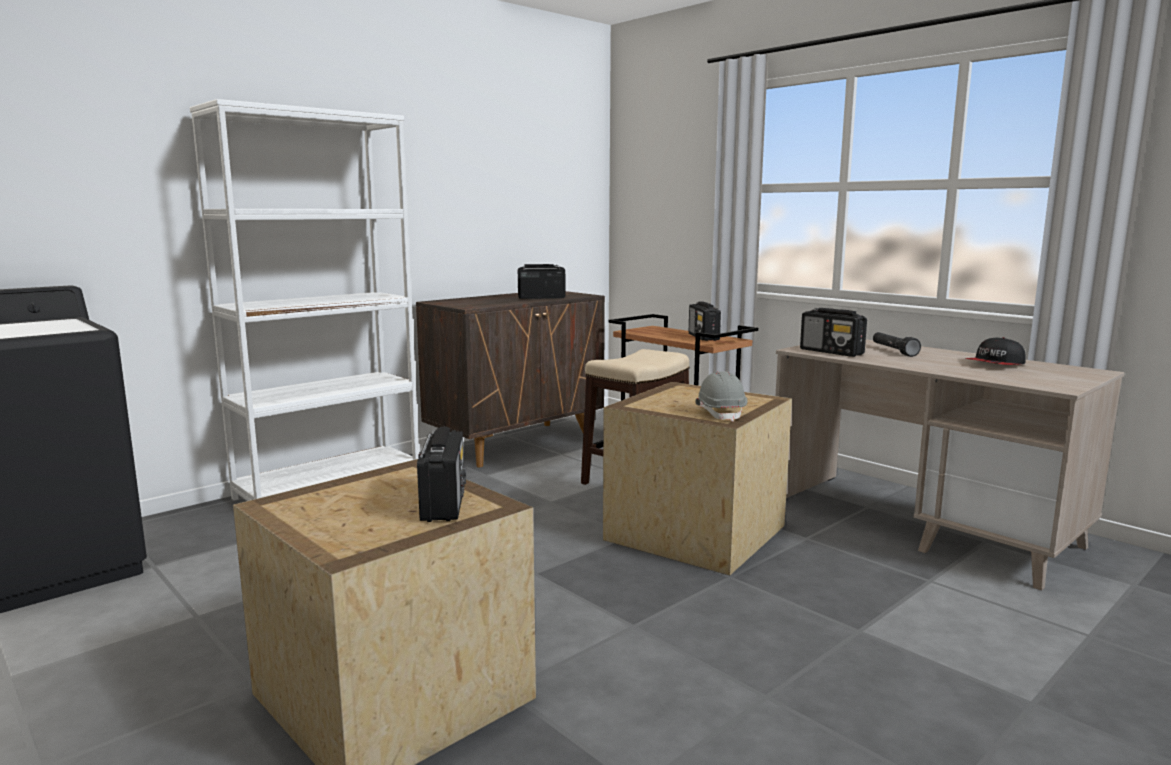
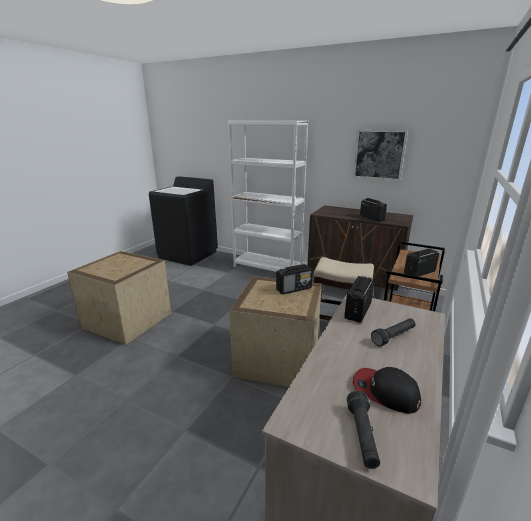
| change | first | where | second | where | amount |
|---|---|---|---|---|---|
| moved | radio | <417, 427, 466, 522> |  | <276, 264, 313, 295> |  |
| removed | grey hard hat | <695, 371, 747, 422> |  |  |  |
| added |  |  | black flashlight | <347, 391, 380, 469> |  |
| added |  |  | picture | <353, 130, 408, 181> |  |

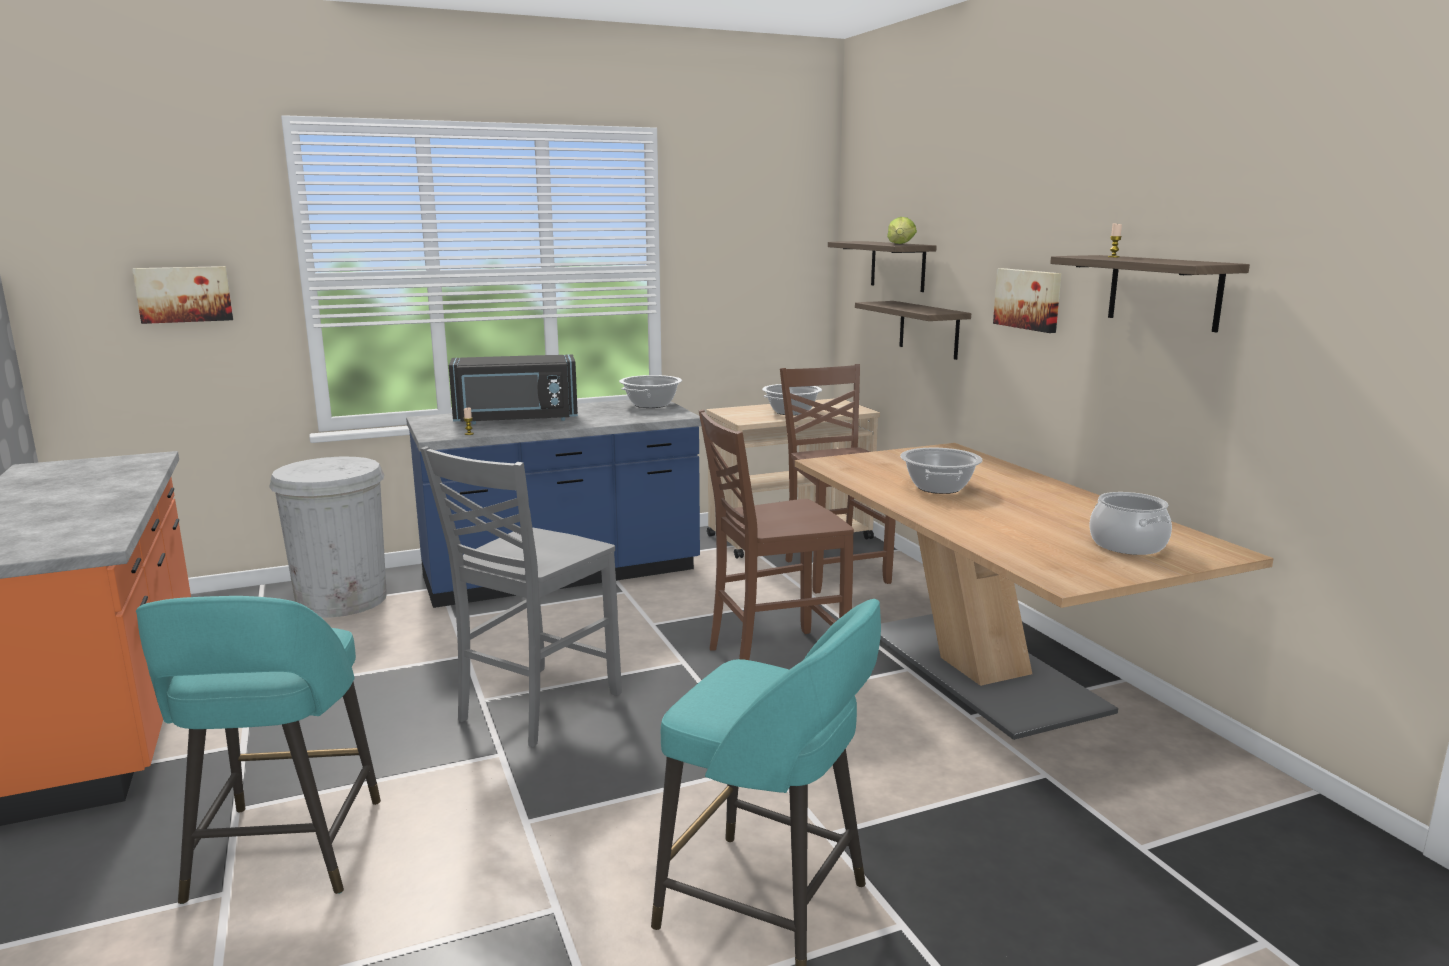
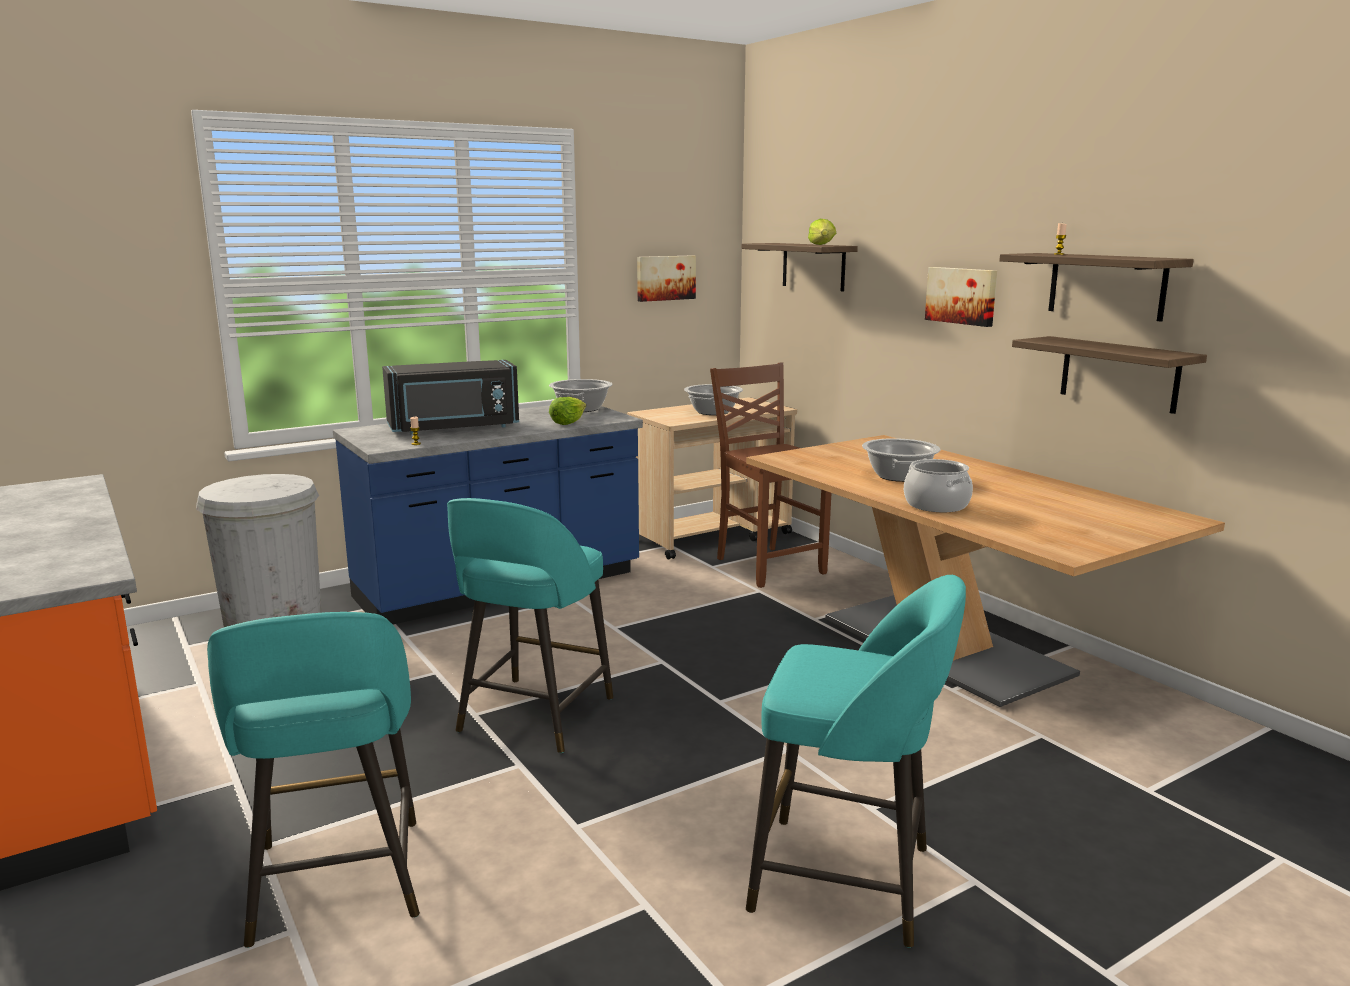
| change | first | where | second | where | amount |
|---|---|---|---|---|---|
| moved | picture | <132, 266, 233, 324> |  | <637, 255, 696, 302> |  |
| replaced | grey chair | <420, 446, 622, 747> | turquoise stool | <447, 498, 613, 753> |  |
| removed | brown chair | <699, 410, 854, 660> |  |  |  |
| moved | shelf | <855, 301, 971, 360> |  | <1012, 336, 1207, 414> |  |
| moved | cooking pot | <1089, 492, 1172, 555> |  | <904, 459, 973, 512> |  |
| added |  |  | lettuce | <549, 397, 586, 425> |  |

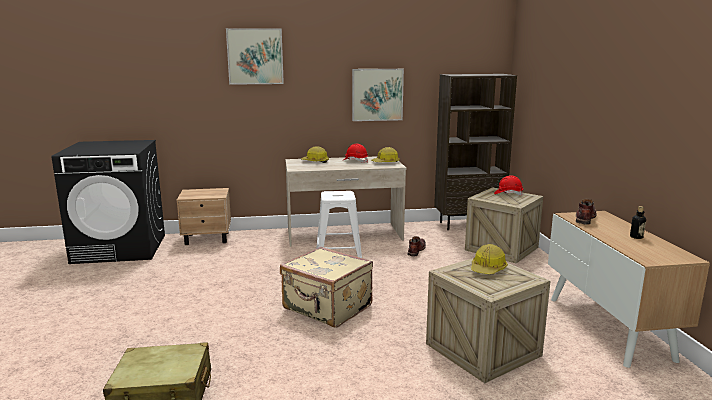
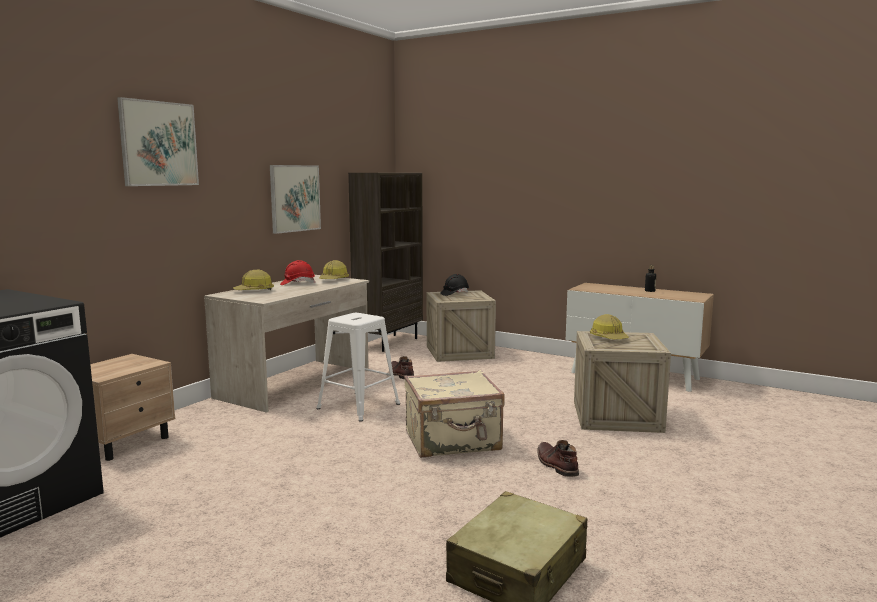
| change | first | where | second | where | amount |
|---|---|---|---|---|---|
| recoloured | red hard hat | <494, 175, 523, 195> | black hard hat | <440, 274, 469, 296> |  |
| moved | brown boot | <576, 199, 596, 225> |  | <537, 440, 579, 477> |  |

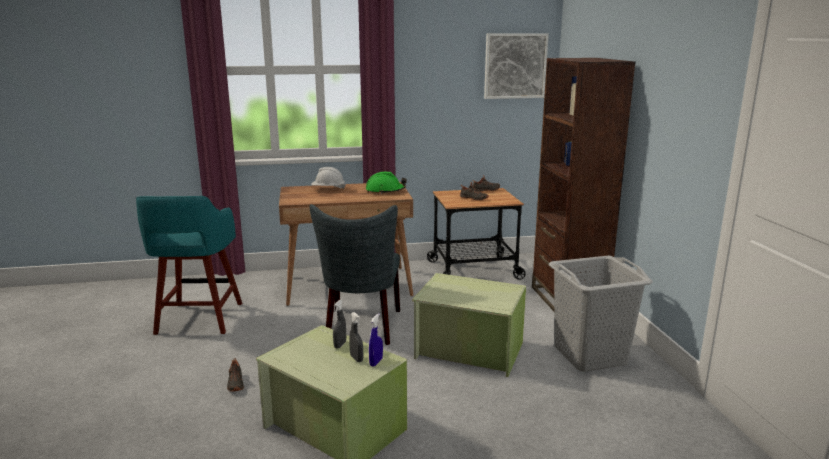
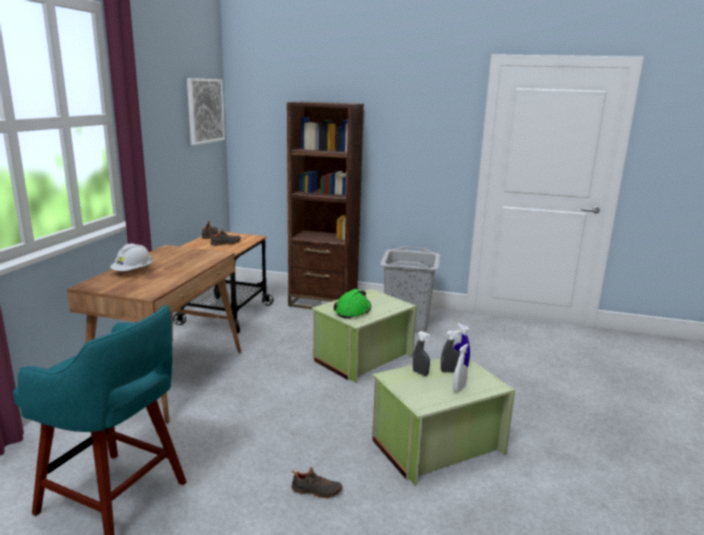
| change | first | where | second | where | amount |
|---|---|---|---|---|---|
| removed | grey chair | <310, 204, 400, 345> |  |  |  |
| moved | green hard hat | <366, 172, 407, 194> |  | <334, 289, 371, 319> |  |
| added |  |  | white spray bottle | <453, 344, 469, 392> |  |

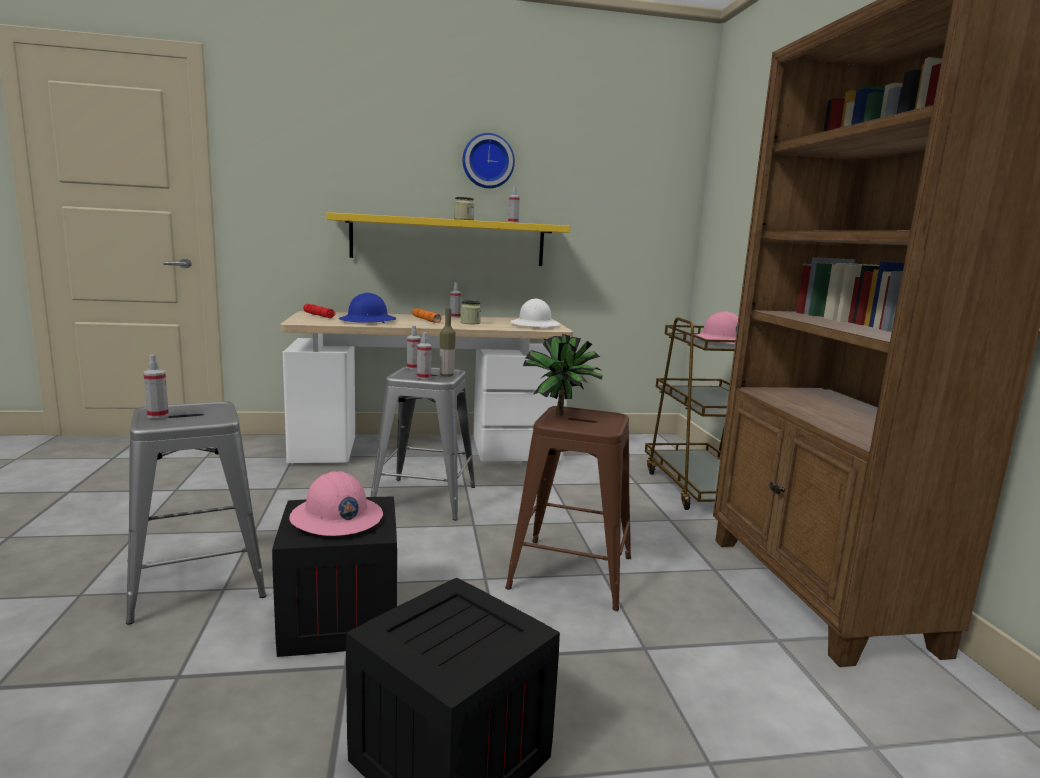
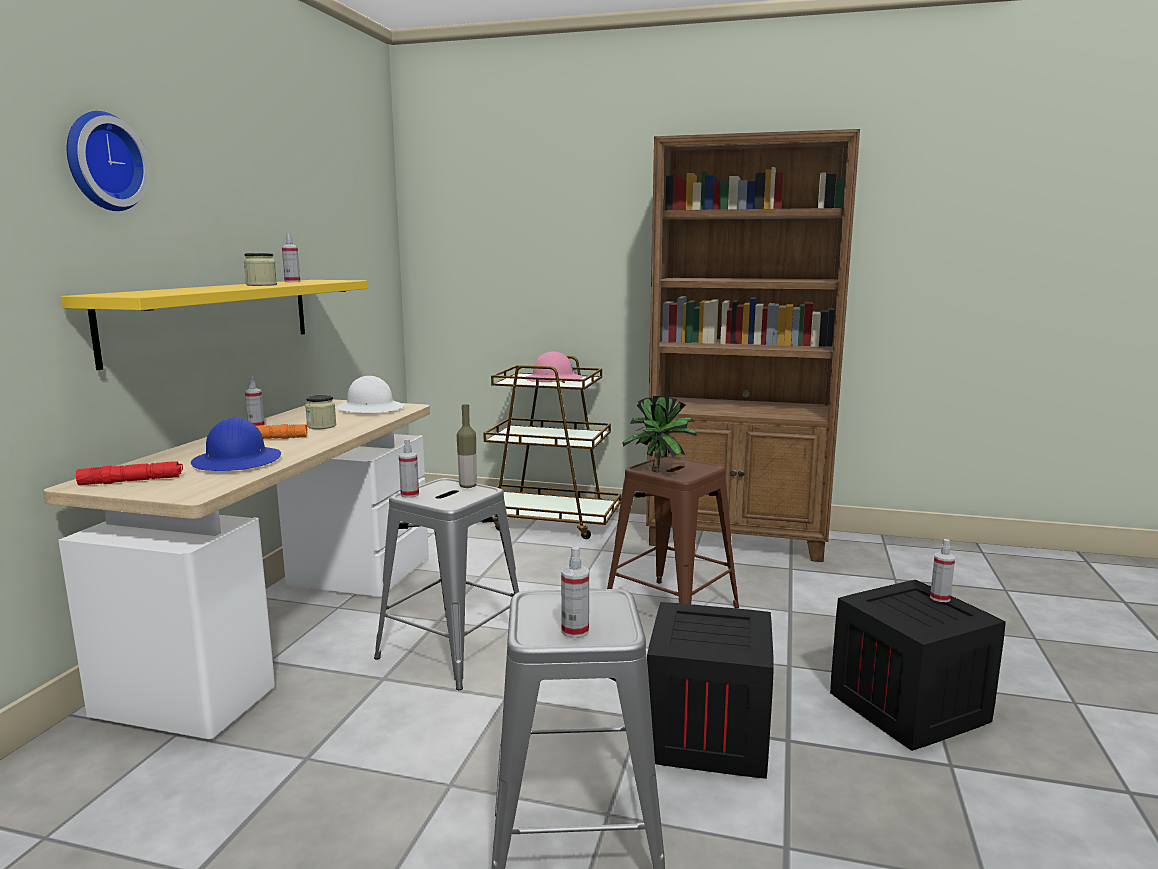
| change | first | where | second | where | amount |
|---|---|---|---|---|---|
| removed | pink hard hat | <289, 471, 383, 536> |  |  |  |
| moved | spray bottle | <417, 332, 432, 379> |  | <930, 539, 955, 602> |  |
| moved | wall clock | <463, 133, 515, 188> |  | <67, 111, 150, 211> |  |

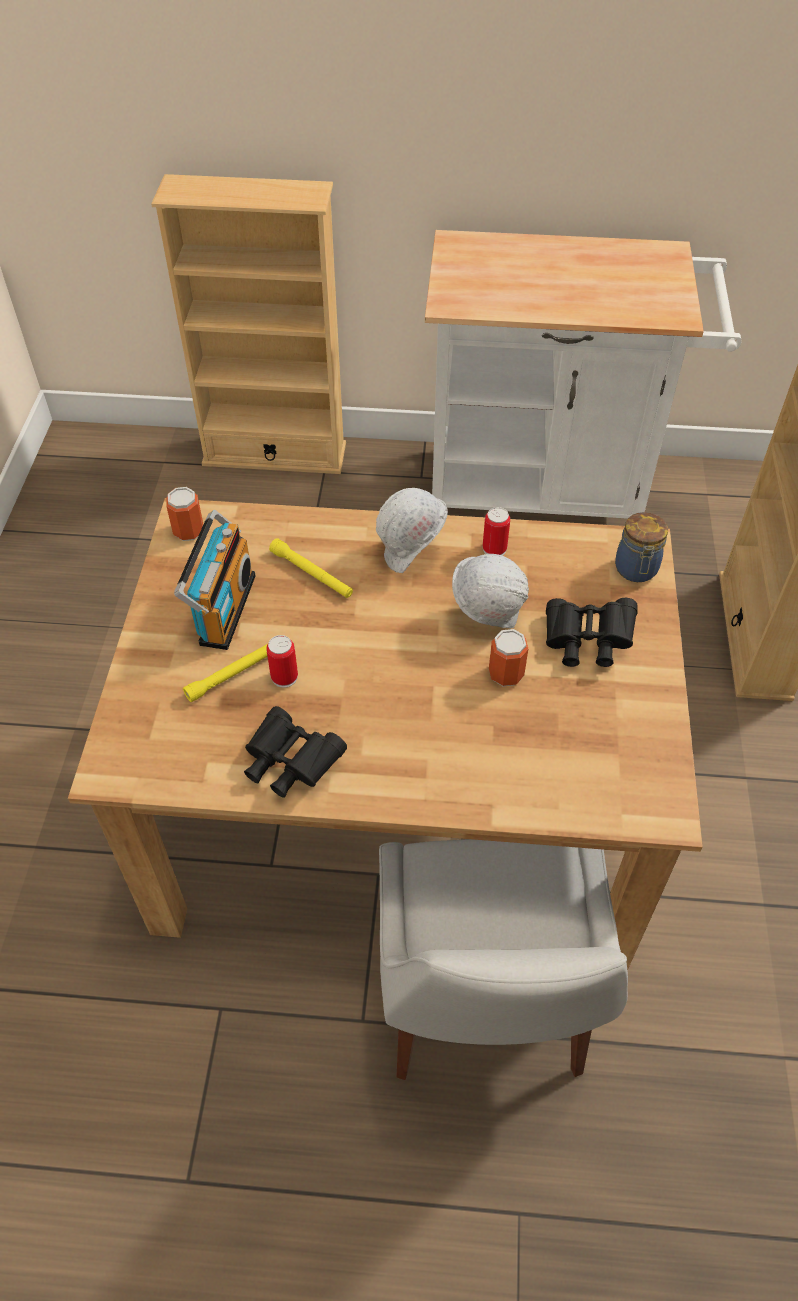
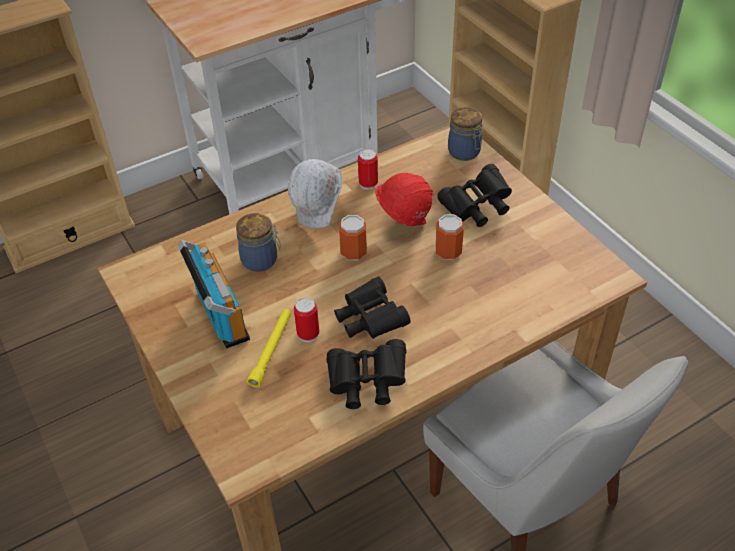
| change | first | where | second | where | amount |
|---|---|---|---|---|---|
| moved | can | <166, 487, 203, 541> |  | <339, 215, 367, 260> |  |
| replaced | yellow flashlight | <269, 538, 353, 598> | jar | <236, 213, 281, 272> |  |
| recoloured | white hard hat | <452, 554, 529, 628> | red hard hat | <375, 173, 433, 226> |  |
| added |  |  | black binoculars | <334, 277, 411, 339> |  |

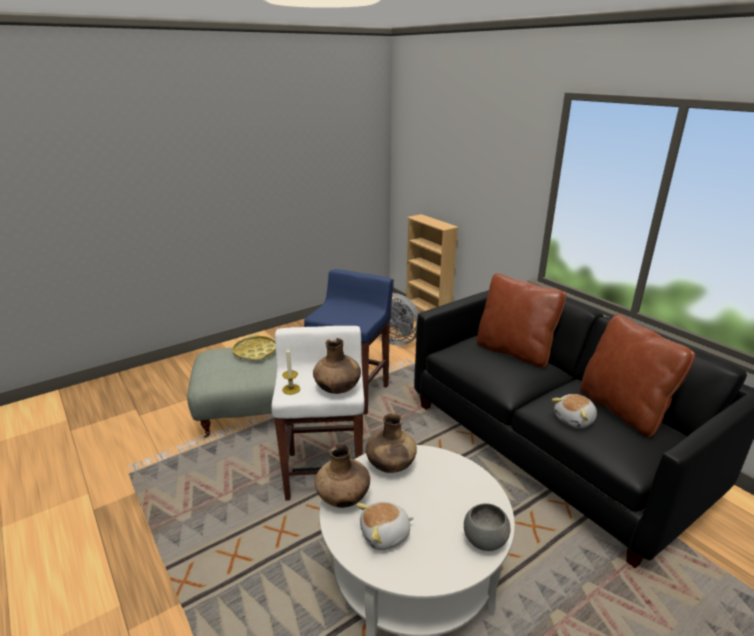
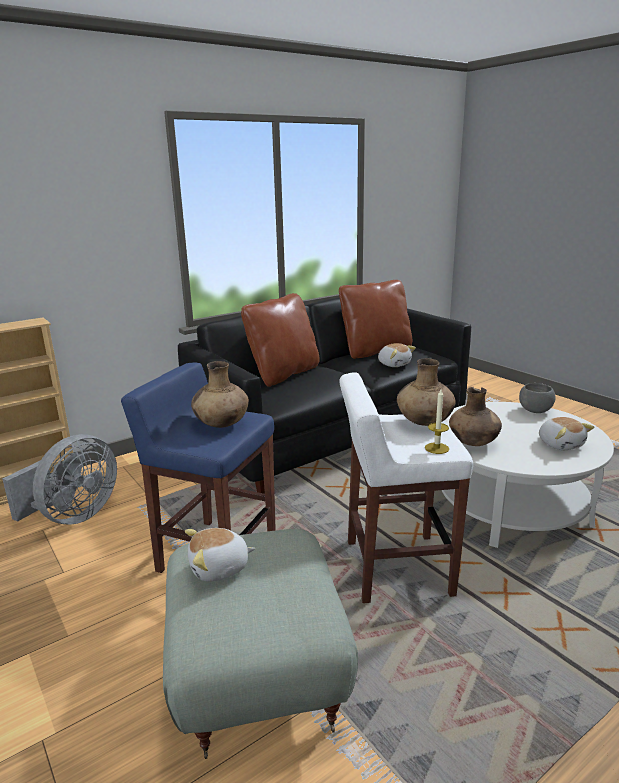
| change | first | where | second | where | amount |
|---|---|---|---|---|---|
| replaced | yellow tray | <232, 334, 276, 360> | plush toy | <185, 528, 256, 581> |  |
| moved | brown vase | <315, 443, 370, 508> |  | <191, 361, 249, 428> |  |

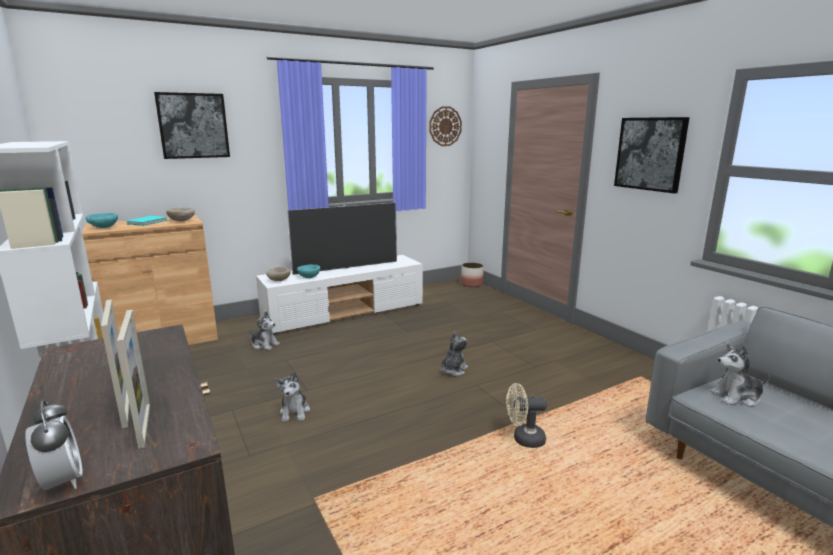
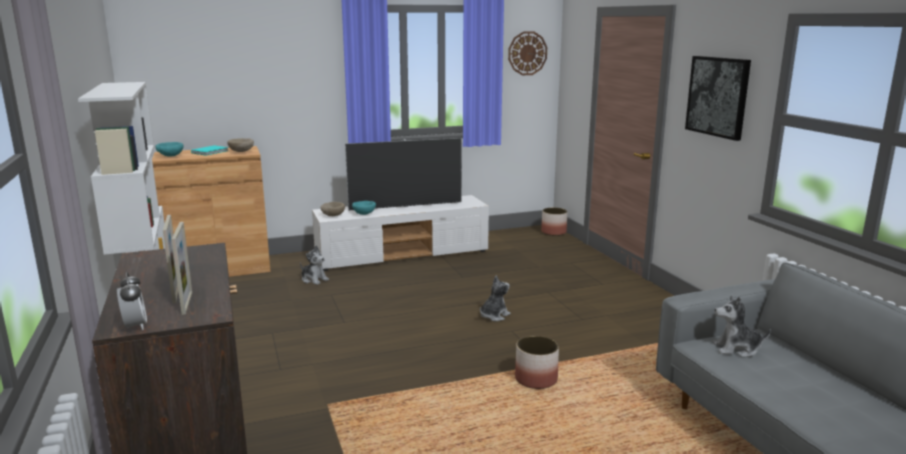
| change | first | where | second | where | amount |
|---|---|---|---|---|---|
| removed | picture | <154, 92, 230, 159> |  |  |  |
| removed | plush toy | <275, 372, 310, 422> |  |  |  |
| replaced | beige fan | <506, 383, 547, 448> | planter | <515, 336, 559, 389> |  |

